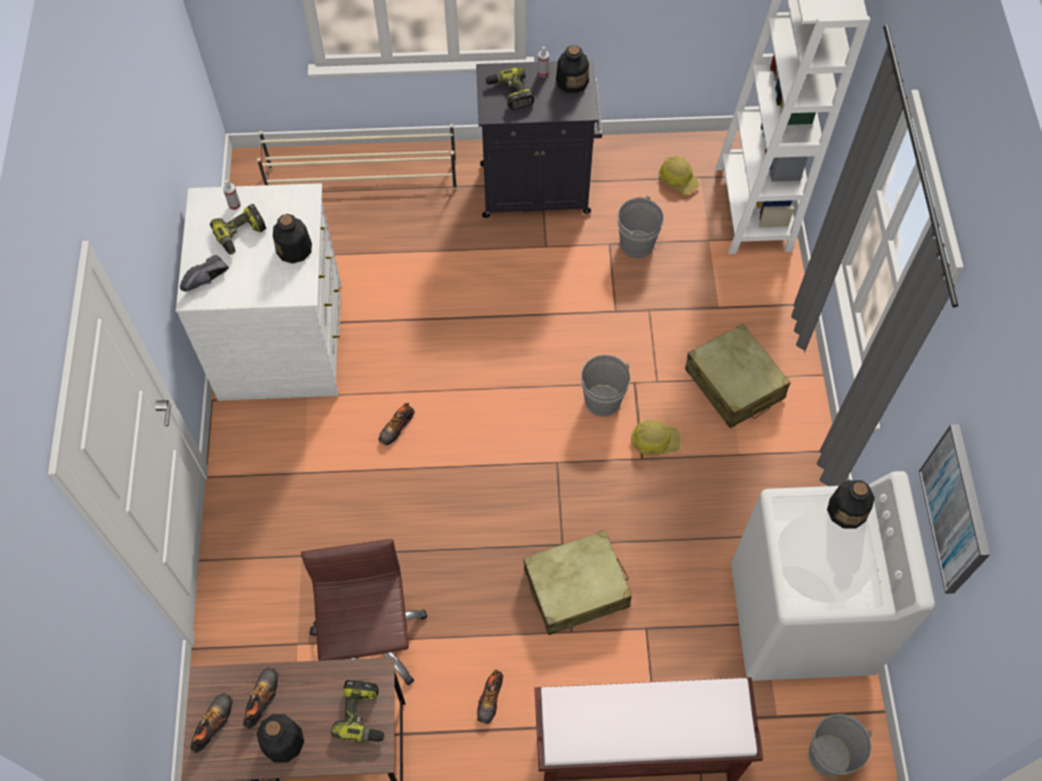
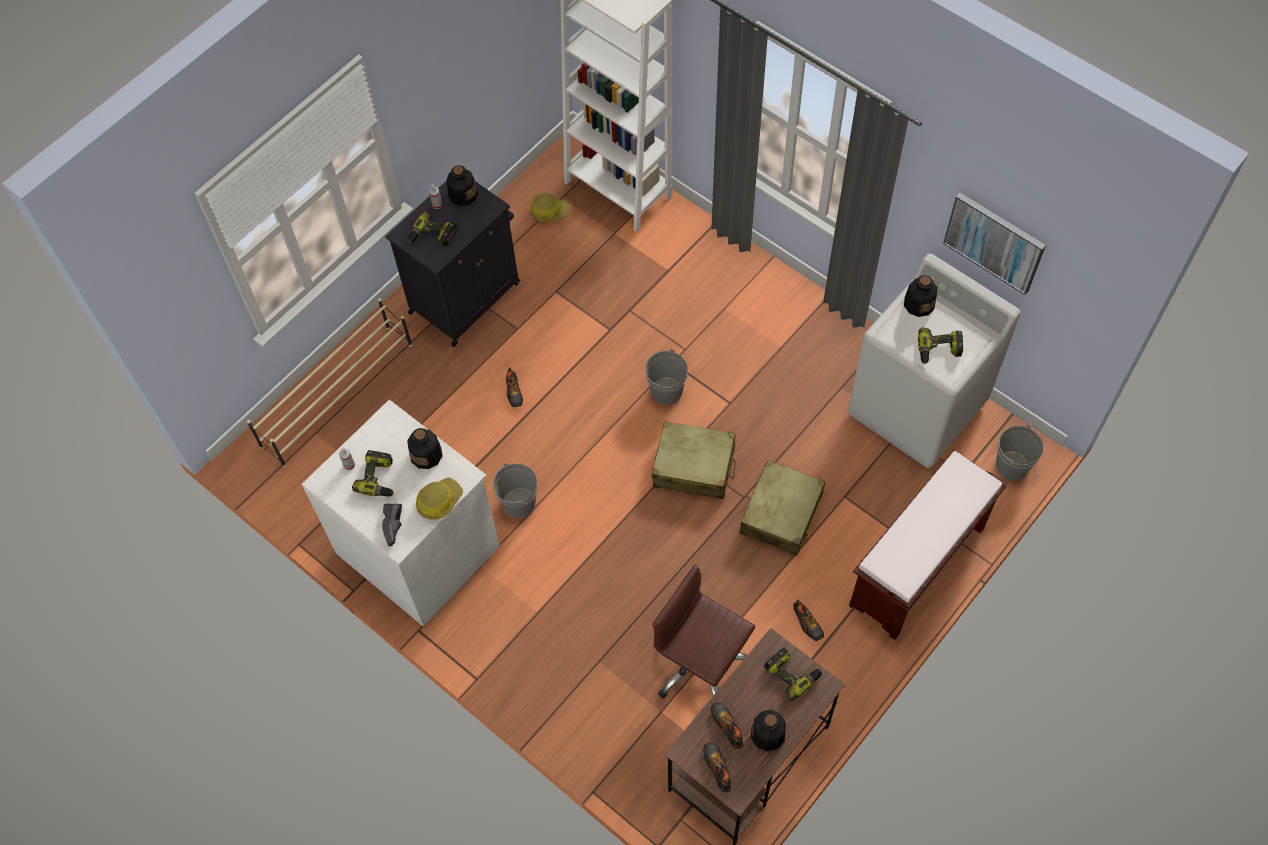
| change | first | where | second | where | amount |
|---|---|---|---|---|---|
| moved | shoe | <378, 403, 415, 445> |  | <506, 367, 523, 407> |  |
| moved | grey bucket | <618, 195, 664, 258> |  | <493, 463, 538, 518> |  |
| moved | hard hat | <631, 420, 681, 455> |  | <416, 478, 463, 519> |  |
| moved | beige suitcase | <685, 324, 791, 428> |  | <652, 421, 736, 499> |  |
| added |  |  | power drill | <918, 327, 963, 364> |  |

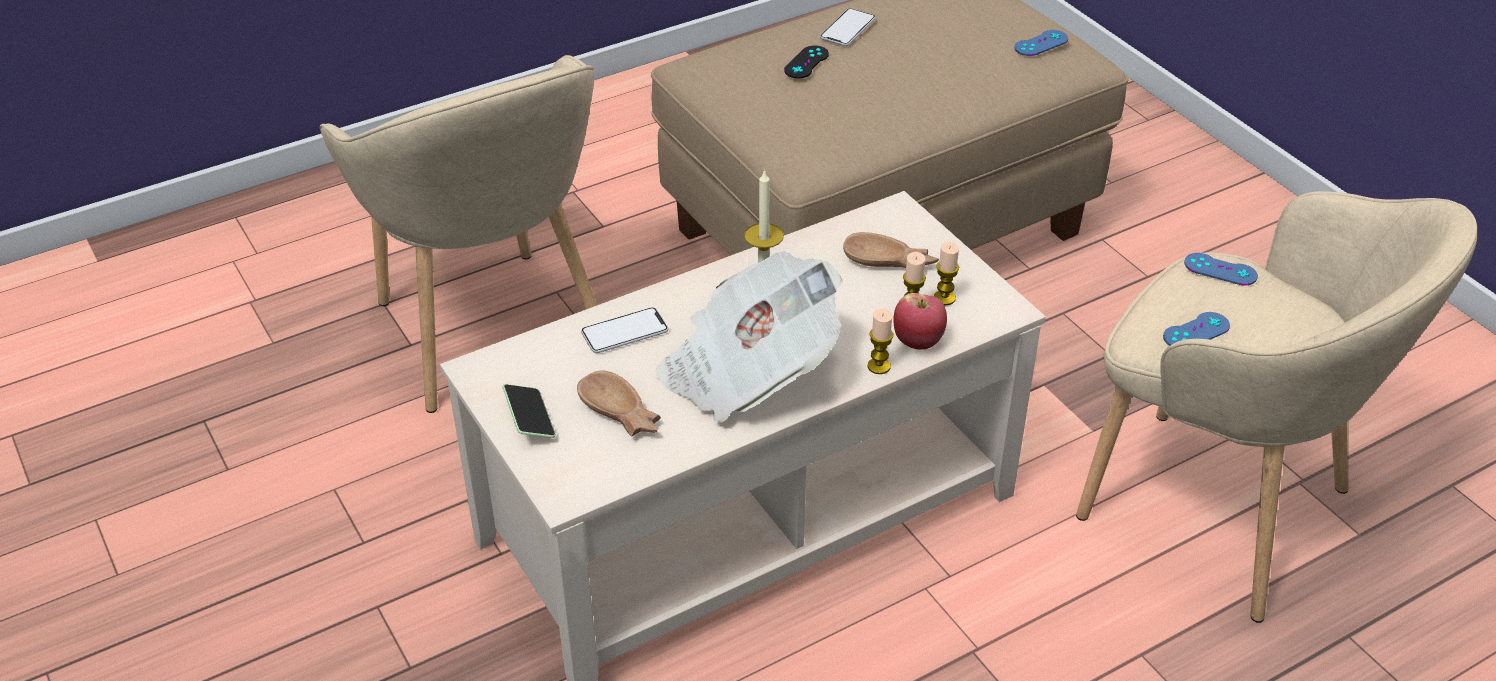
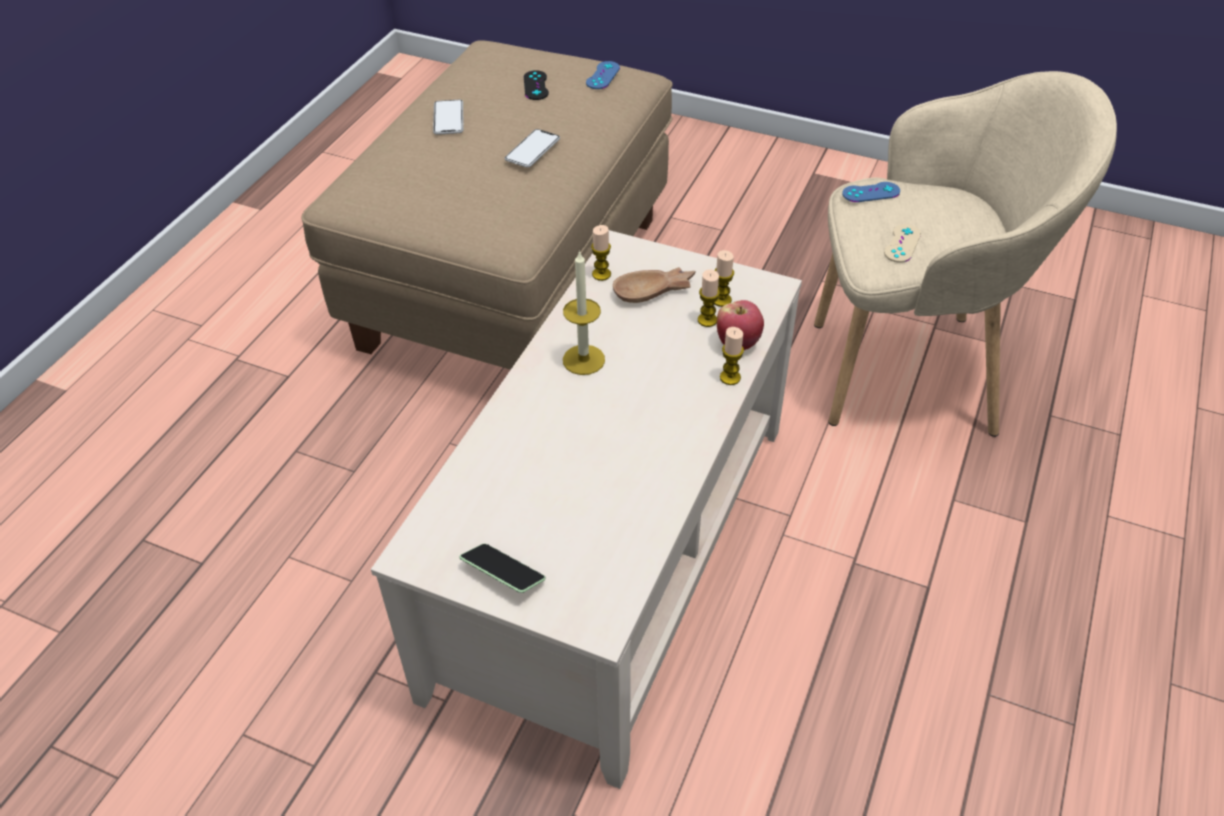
| change | first | where | second | where | amount |
|---|---|---|---|---|---|
| removed | beige armchair | <320, 55, 597, 413> |  |  |  |
| removed | brown bowl | <577, 370, 661, 436> |  |  |  |
| moved | phone | <581, 307, 669, 353> |  | <505, 129, 560, 168> |  |
| removed | newspaper | <657, 251, 842, 422> |  |  |  |
| moved | black game controller | <784, 46, 829, 79> |  | <524, 70, 549, 100> |  |
| recoloured | blue game controller | <1163, 312, 1230, 346> | beige game controller | <884, 224, 921, 263> |  |
| added |  |  | candle | <591, 225, 611, 281> |  |

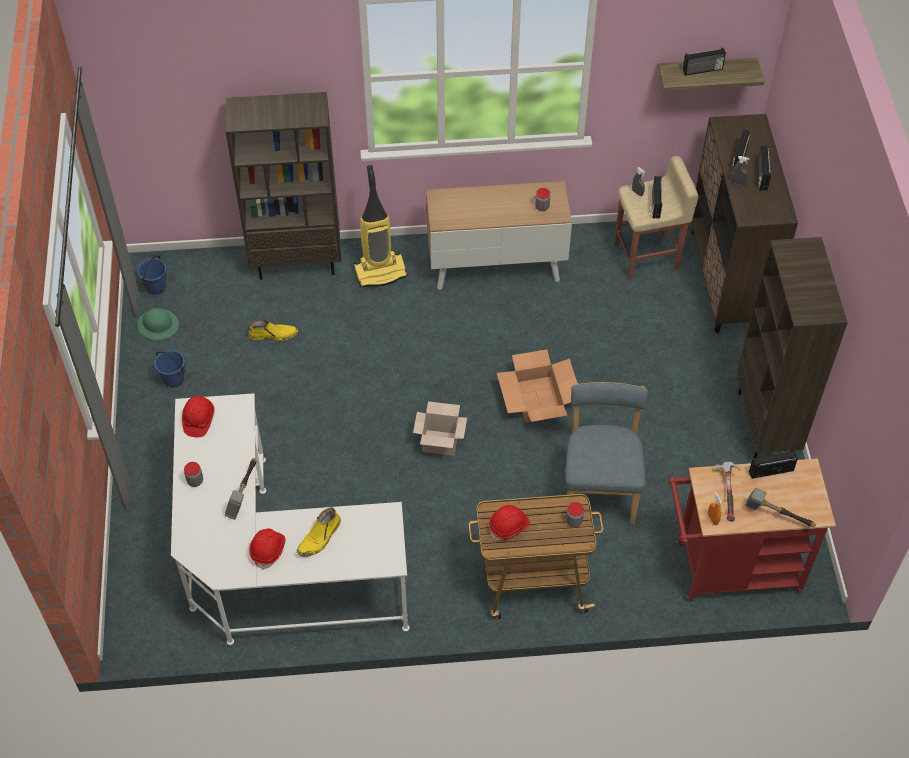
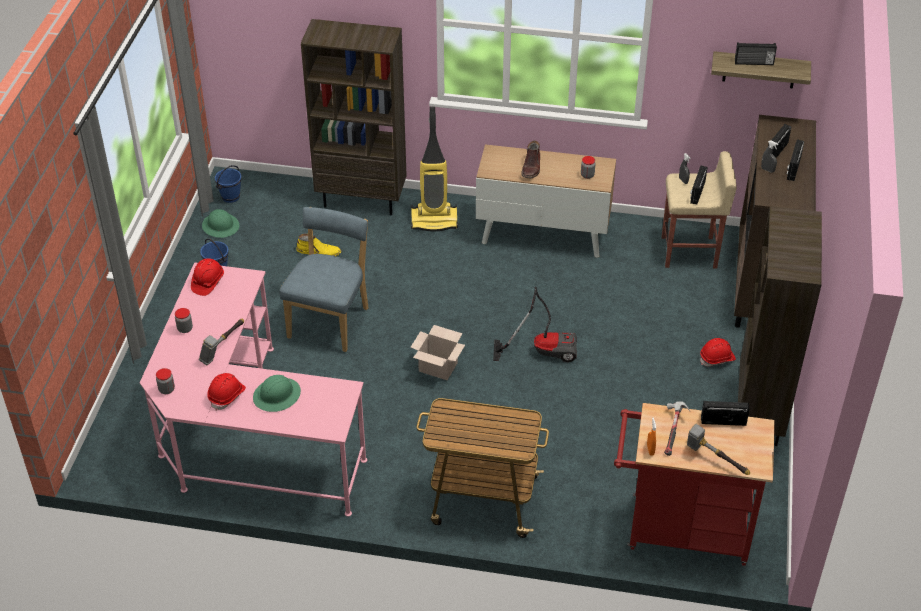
| change | first | where | second | where | amount |
|---|---|---|---|---|---|
| recoloured | white desk | <171, 393, 409, 645> | pink desk | <140, 262, 367, 517> |  |
| replaced | yellow boot | <297, 507, 341, 557> | green hard hat | <253, 375, 301, 412> |  |
| moved | red hard hat | <489, 505, 530, 540> |  | <700, 338, 736, 366> |  |
| replaced | cardboard box | <497, 349, 577, 423> | vacuum cleaner | <493, 287, 577, 362> |  |
| moved | blue chair | <565, 382, 648, 524> |  | <279, 207, 369, 352> |  |
| moved | jar | <566, 502, 584, 527> |  | <156, 368, 175, 394> |  |
| added |  |  | brown boot | <521, 140, 540, 178> |  |

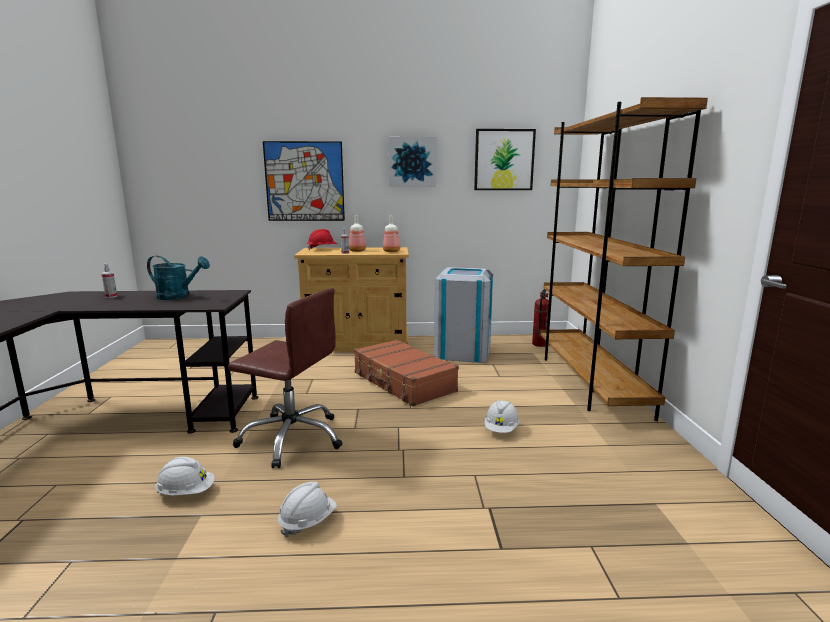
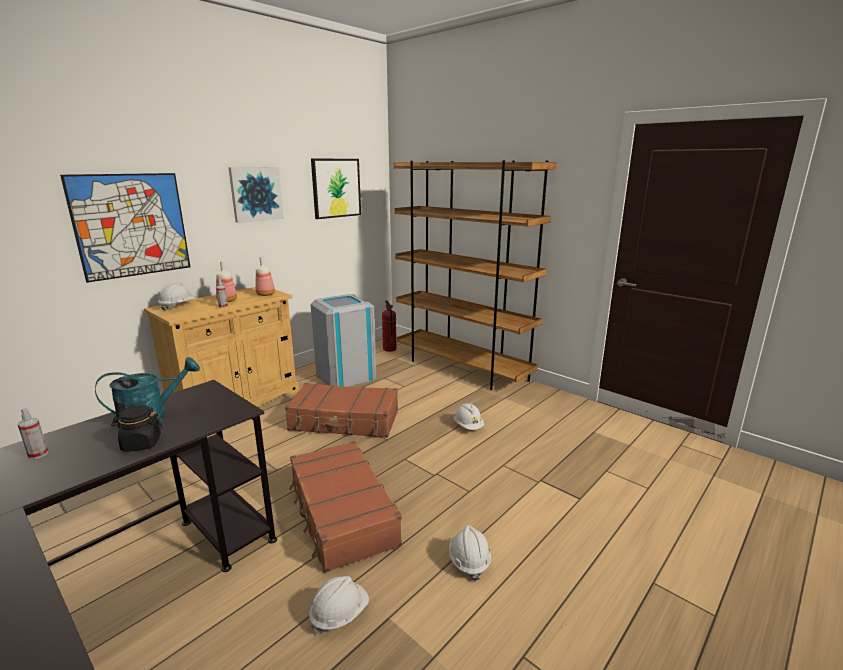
| change | first | where | second | where | amount |
|---|---|---|---|---|---|
| replaced | brown office chair | <228, 288, 342, 468> | brown suitcase | <289, 441, 402, 573> |  |
| recoloured | red hard hat | <307, 229, 337, 250> | white hard hat | <158, 282, 196, 311> |  |
| added |  |  | black jar | <111, 405, 162, 452> |  |

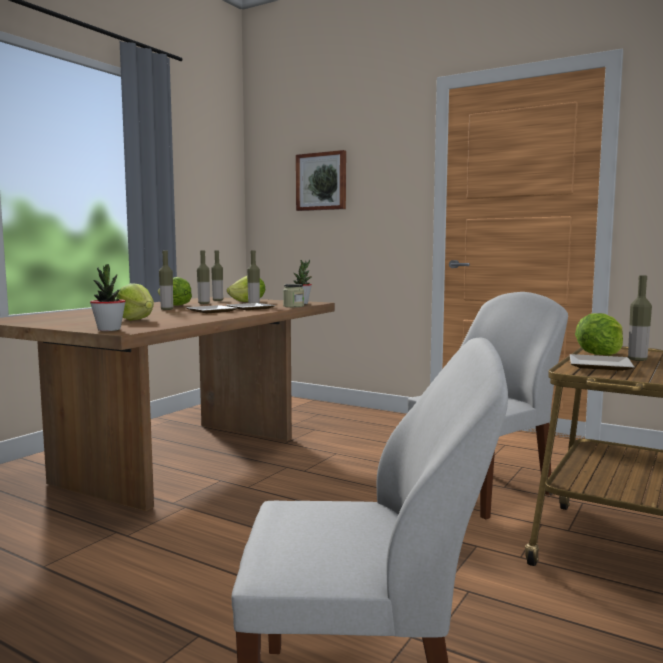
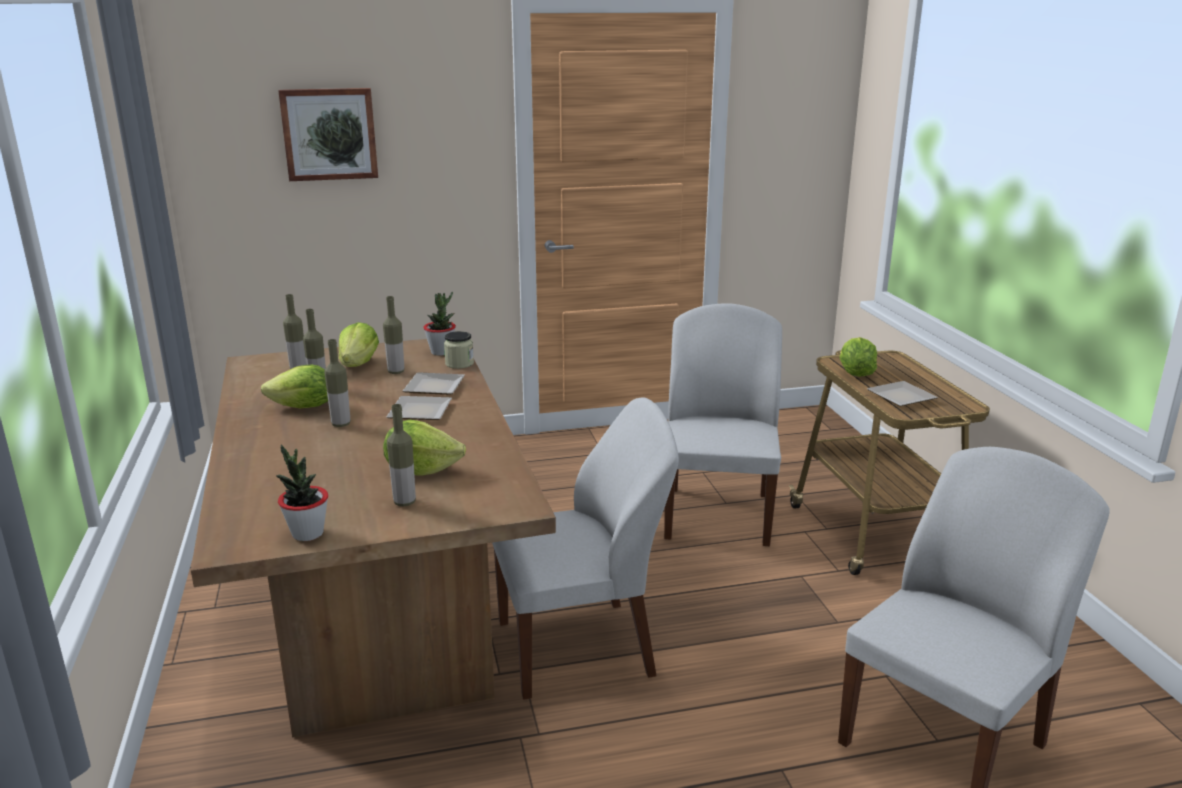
| change | first | where | second | where | amount |
|---|---|---|---|---|---|
| moved | potted plant | <90, 264, 126, 331> |  | <276, 445, 328, 541> |  |
| moved | bottle | <628, 275, 652, 361> |  | <387, 404, 416, 506> |  |
| added |  |  | white chair | <492, 397, 679, 700> |  |

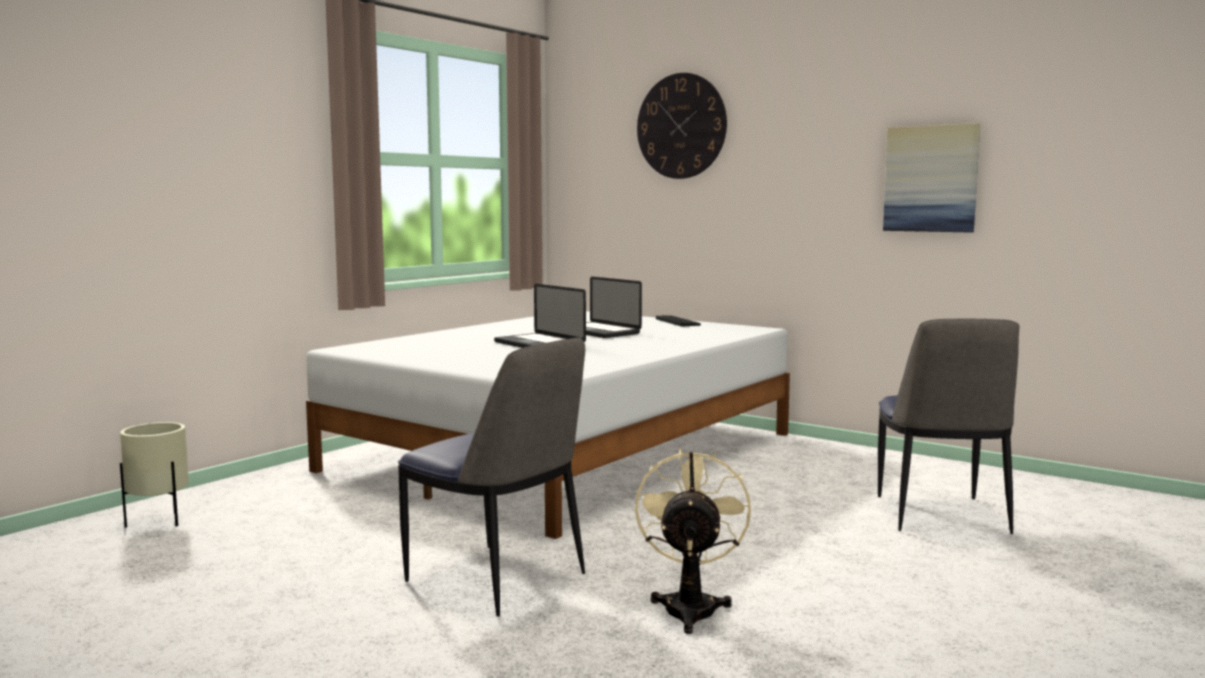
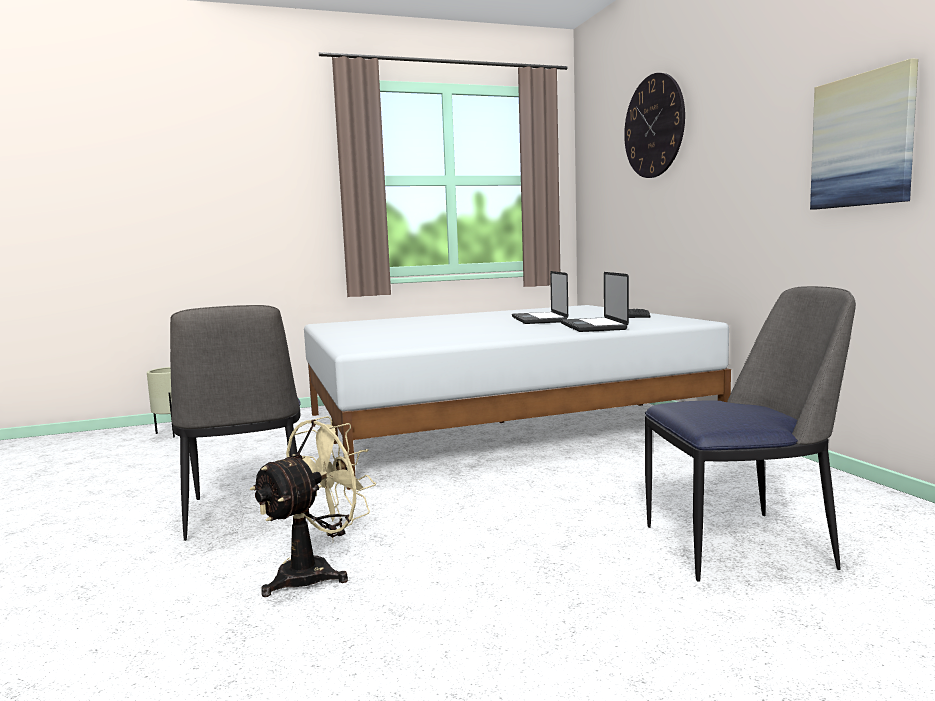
| change | first | where | second | where | amount |
|---|---|---|---|---|---|
| moved | laptop | <494, 284, 586, 348> |  | <560, 272, 629, 332> |  |
| turned | chair | <878, 319, 1020, 534> |  | <645, 286, 856, 582> | 135 degrees counterclockwise |

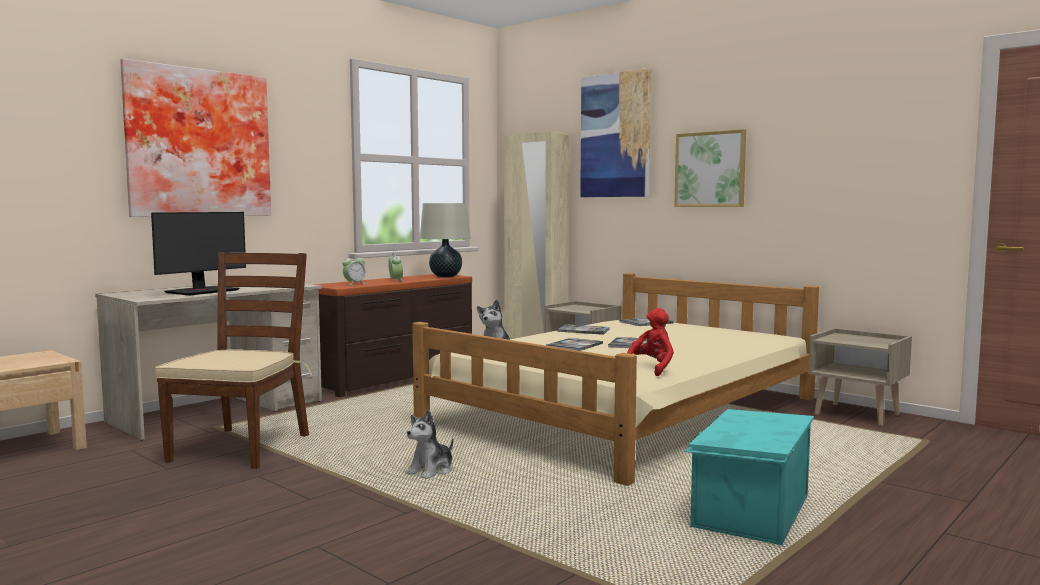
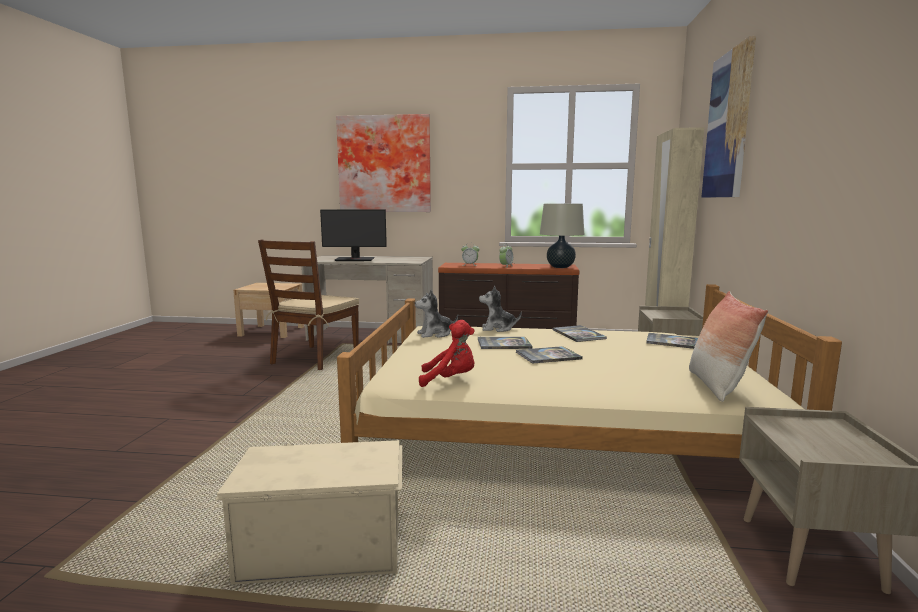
| change | first | where | second | where | amount |
|---|---|---|---|---|---|
| turned | brown chair | <155, 252, 312, 469> |  | <258, 239, 359, 370> | 135 degrees clockwise |
| moved | plush toy | <406, 410, 453, 479> |  | <479, 285, 522, 332> |  |
| removed | picture | <674, 129, 746, 207> |  |  |  |
| recoloured | turquoise storage box | <685, 409, 814, 545> | beige storage box | <215, 440, 402, 585> |  |
| added |  |  | pillow | <689, 291, 768, 402> |  |

